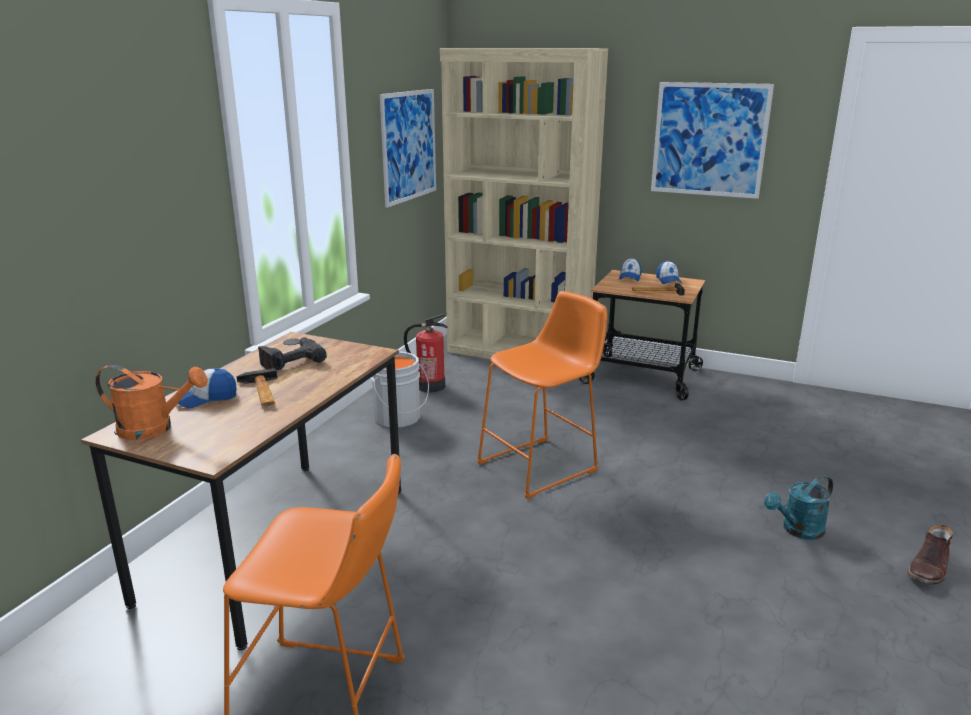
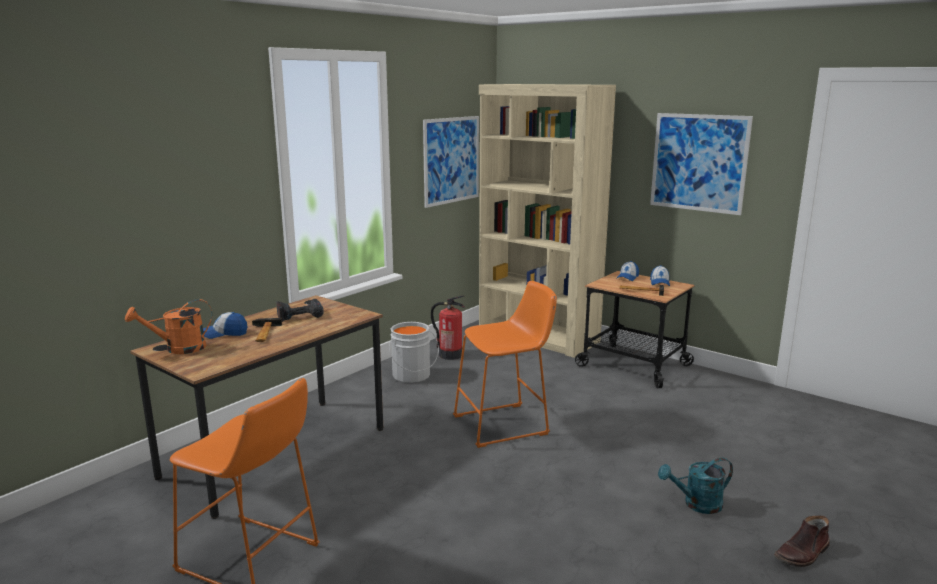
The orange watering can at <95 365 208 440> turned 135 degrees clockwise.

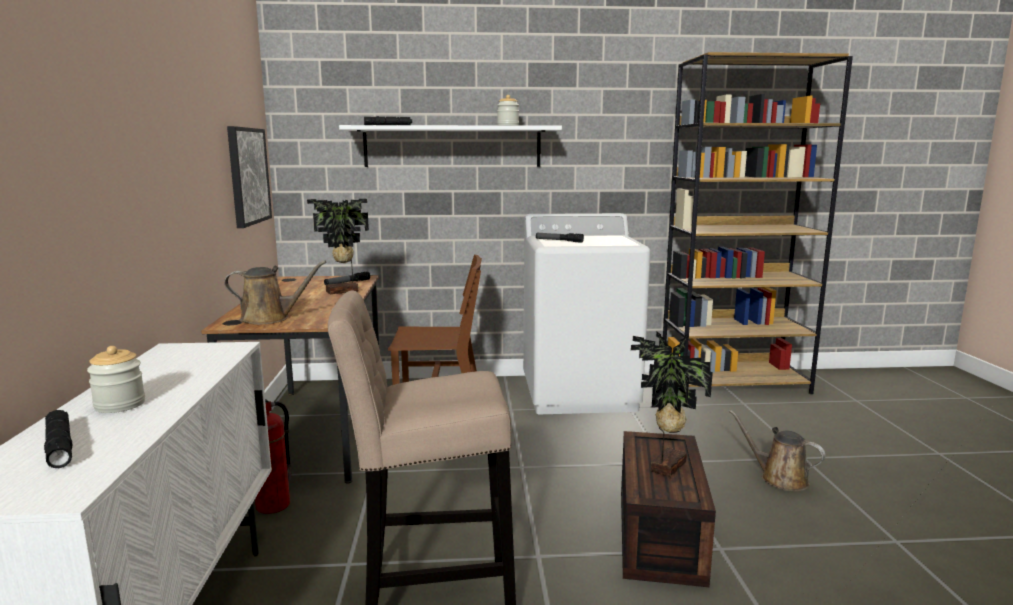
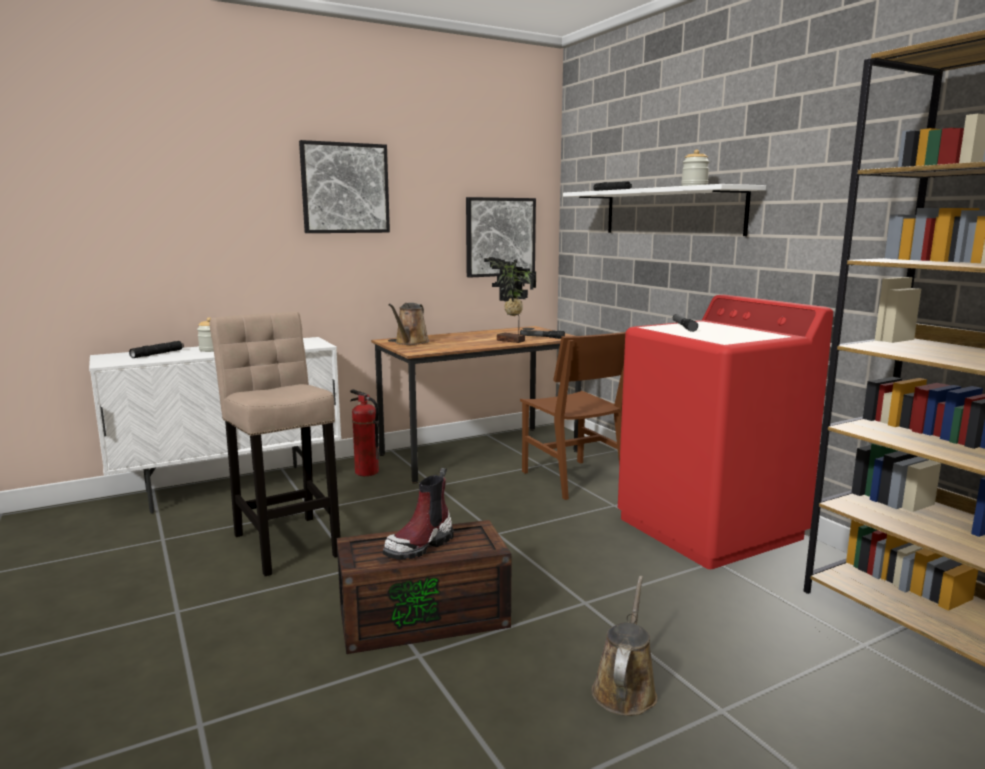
The picture at <299 140 390 233> appeared.
The potted plant at <631 332 713 477> was replaced by the boot at <383 468 453 560>.
The white washing machine at <523 213 651 414> became the red washing machine at <618 295 833 569>.
The brown watering can at <224 261 326 325> turned 45 degrees clockwise.

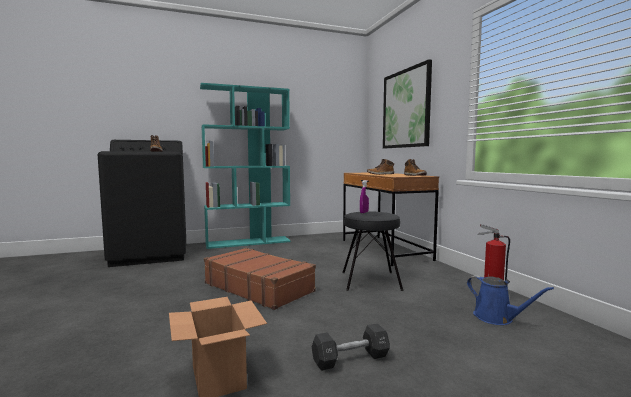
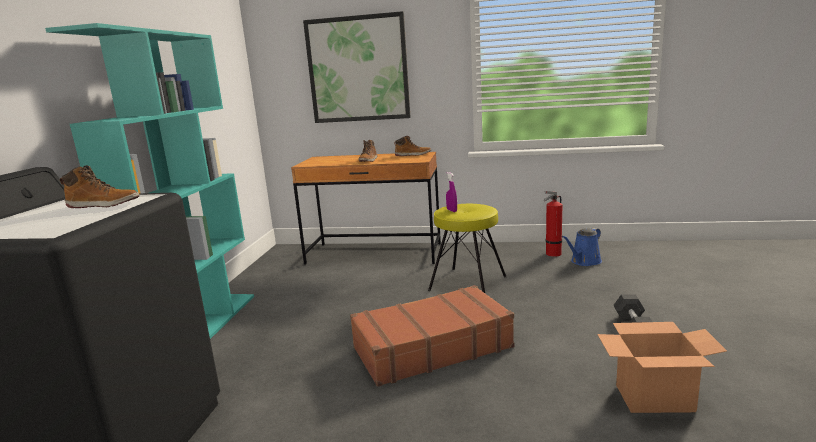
The black stool at <342 211 404 291> became the yellow stool at <428 204 506 293>.
The blue watering can at <467 275 554 325> turned 150 degrees clockwise.

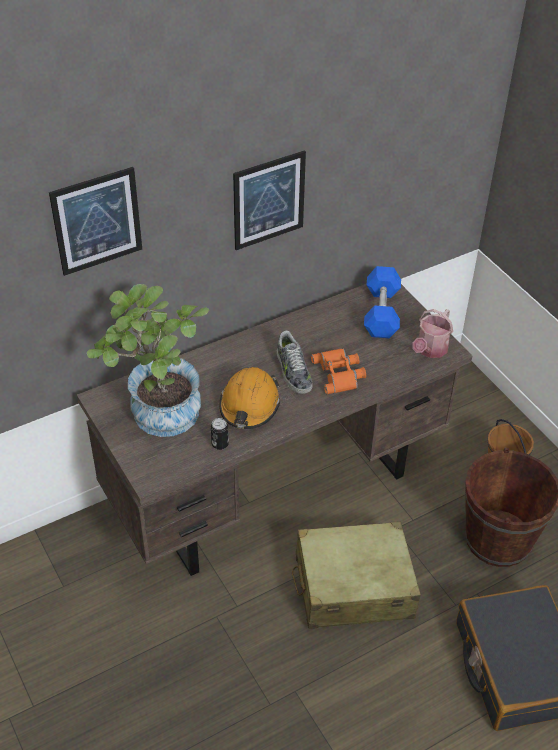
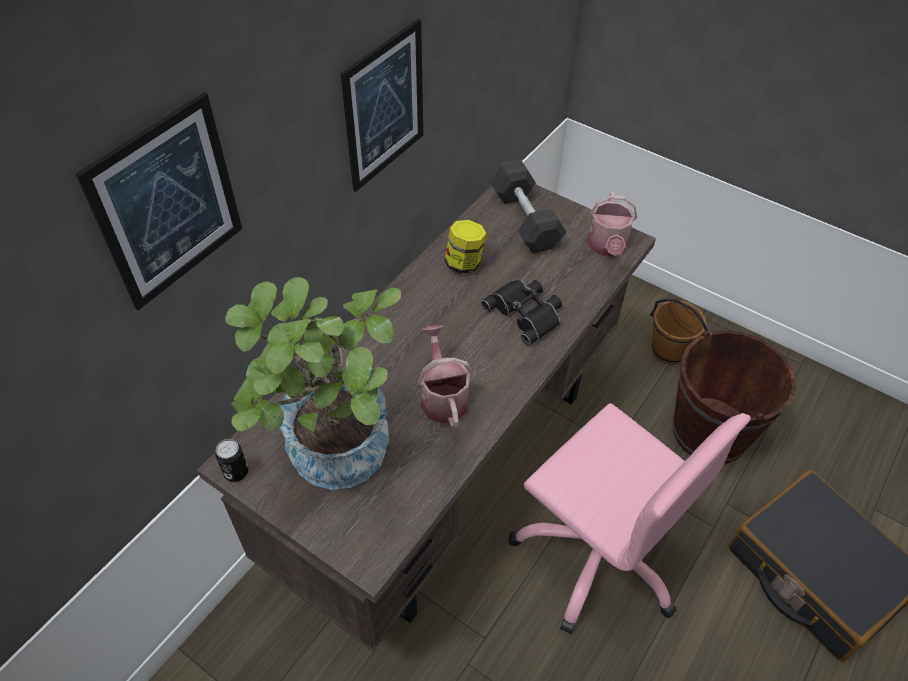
The shoe at <277 331 312 394> disappeared.
The jar at <445 220 486 274> appeared.
The can moved from <211 418 229 450> to <215 439 248 482>.
The orange hard hat at <219 367 280 429> was replaced by the watering can at <418 325 473 428>.
The beige suitcase at <292 521 421 629> was replaced by the pink office chair at <508 403 751 634>.
The orange binoculars at <311 348 366 394> became the black binoculars at <481 279 562 345>.
The blue dumbbell at <364 266 401 338> became the grey dumbbell at <490 160 566 254>.

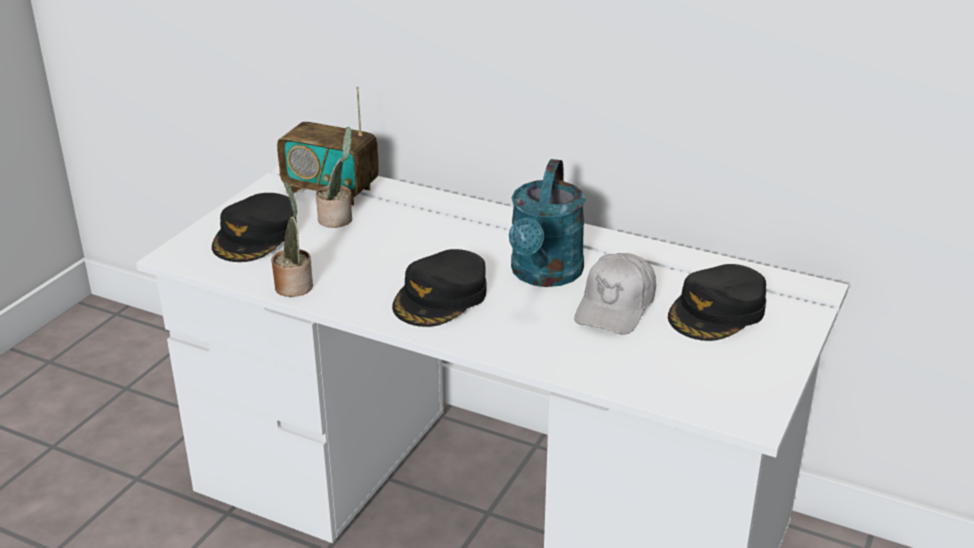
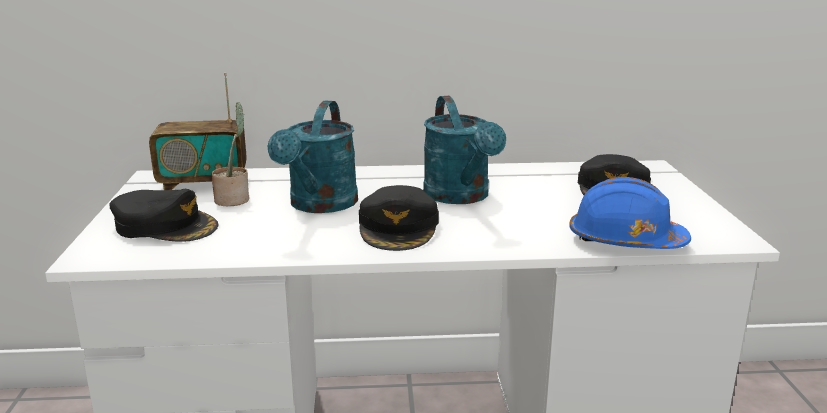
The potted plant at <271 182 313 297> disappeared.
The white cap at <574 253 656 335> disappeared.
The turquoise watering can at <268 101 358 213> appeared.
The blue hard hat at <569 177 691 249> appeared.
The black cap at <212 193 297 262> turned 60 degrees counterclockwise.

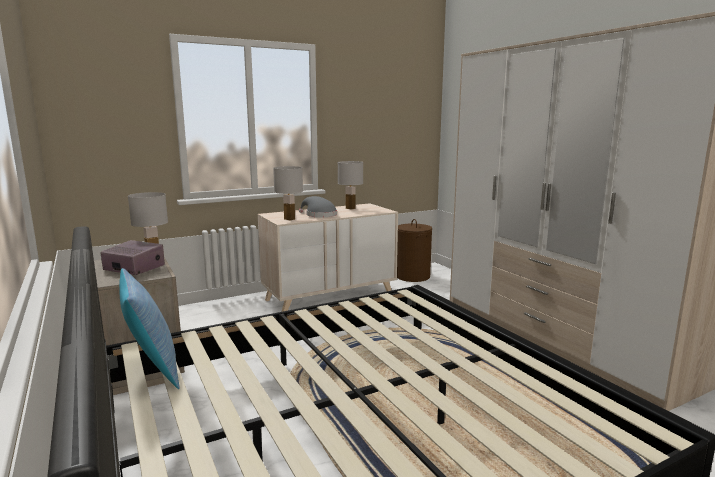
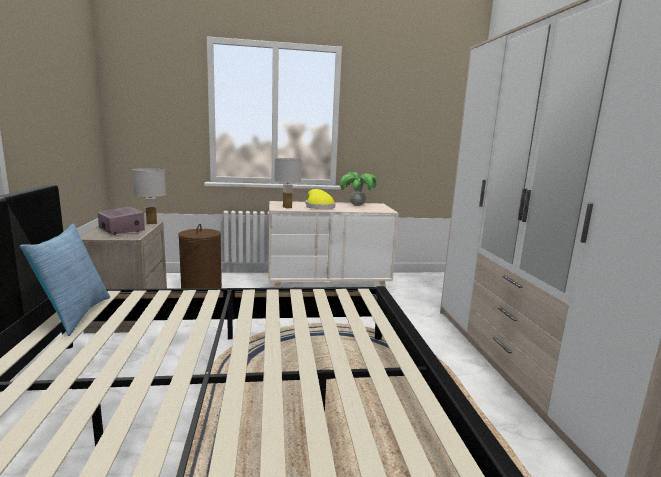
The brown laundry basket moved from <397 219 432 282> to <178 224 222 288>.
The white table lamp at <337 161 363 210> was replaced by the potted plant at <340 172 377 206>.
The grey hat at <299 196 337 217> became the yellow hat at <305 189 335 209>.

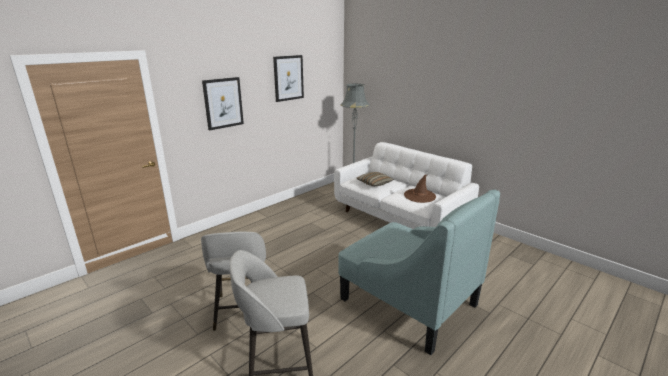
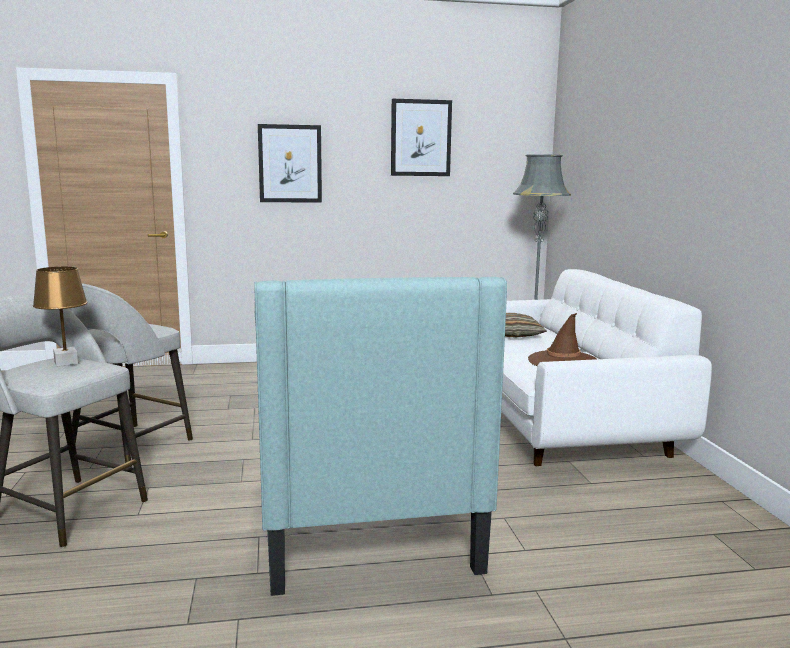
The brown table lamp at <33 266 88 366> appeared.

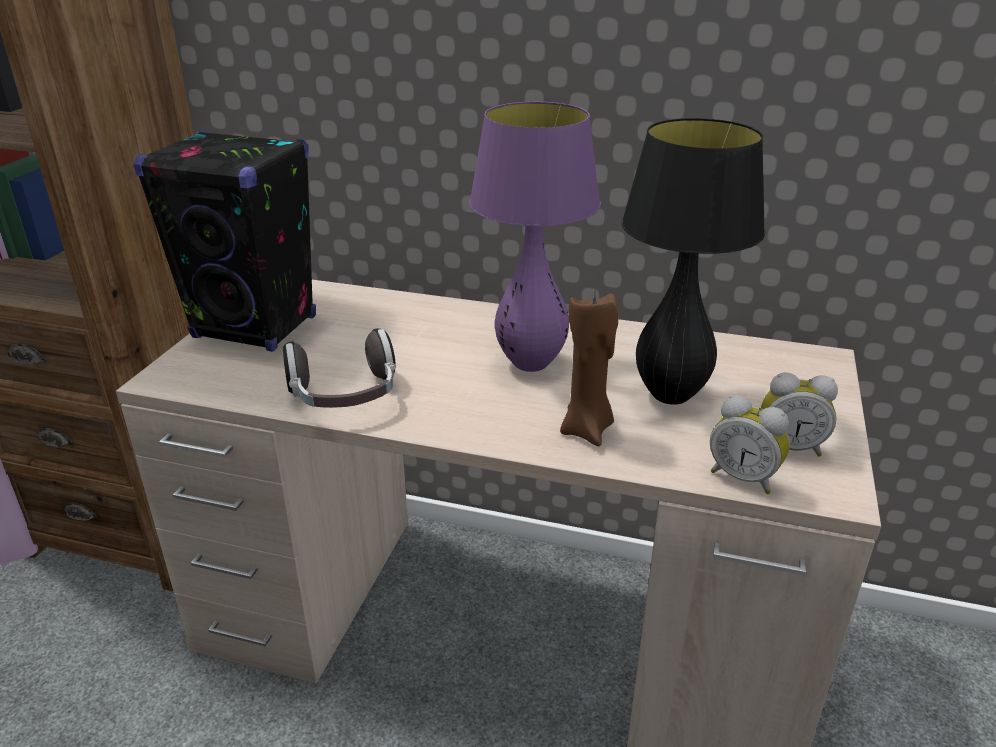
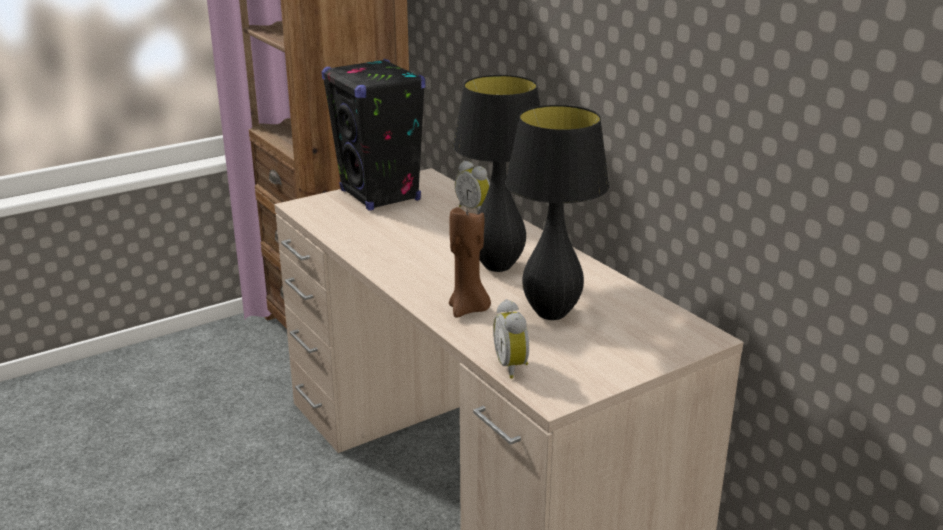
The headphones at <283 328 396 408> disappeared.
The alarm clock moved from <761 372 838 457> to <455 161 490 212>.
The purple table lamp at <469 102 601 372> became the black table lamp at <452 75 540 272>.

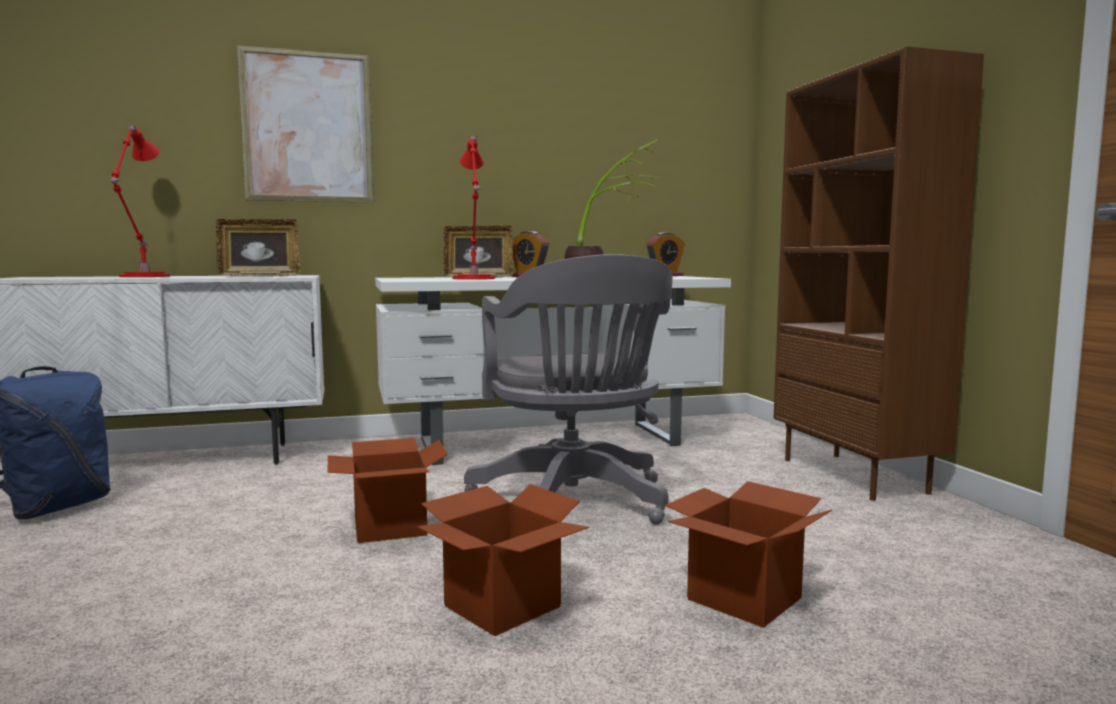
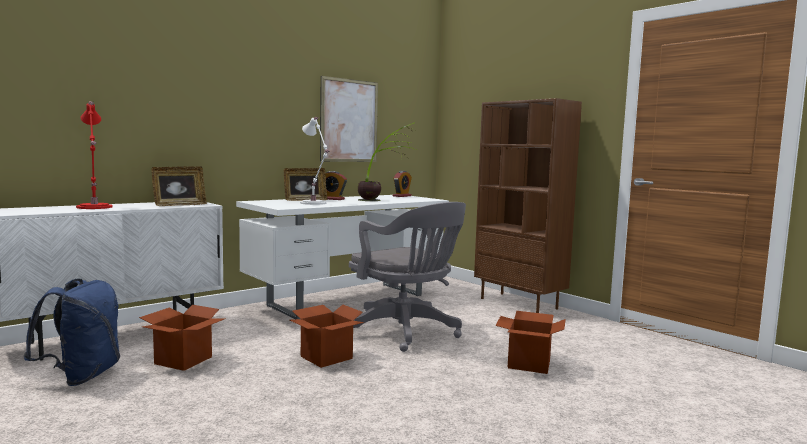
The picture moved from <237 45 374 203> to <320 76 378 162>.
The cardboard box moved from <416 484 589 636> to <139 305 226 371>.
The red table lamp at <453 136 495 280> became the white table lamp at <300 117 329 205>.

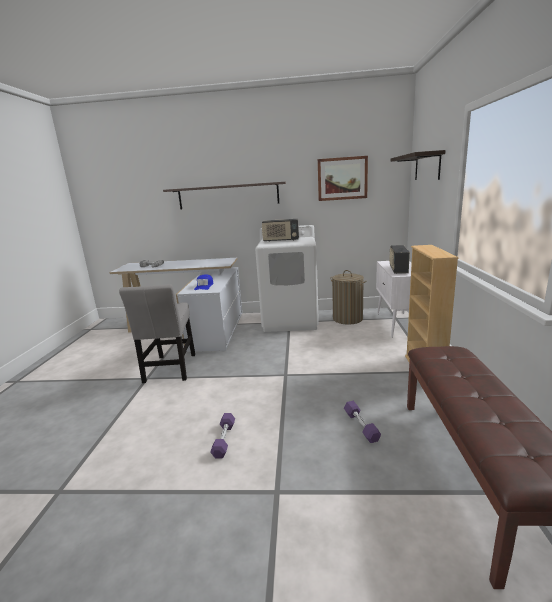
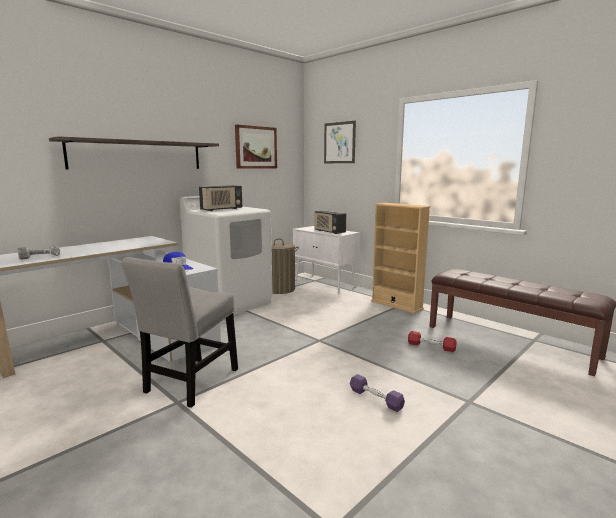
The shelf at <390 150 446 180> was replaced by the picture at <324 121 356 163>.
The purple dumbbell at <344 401 381 443> became the red dumbbell at <408 331 457 352>.
The grey chair at <119 284 195 383> turned 75 degrees clockwise.

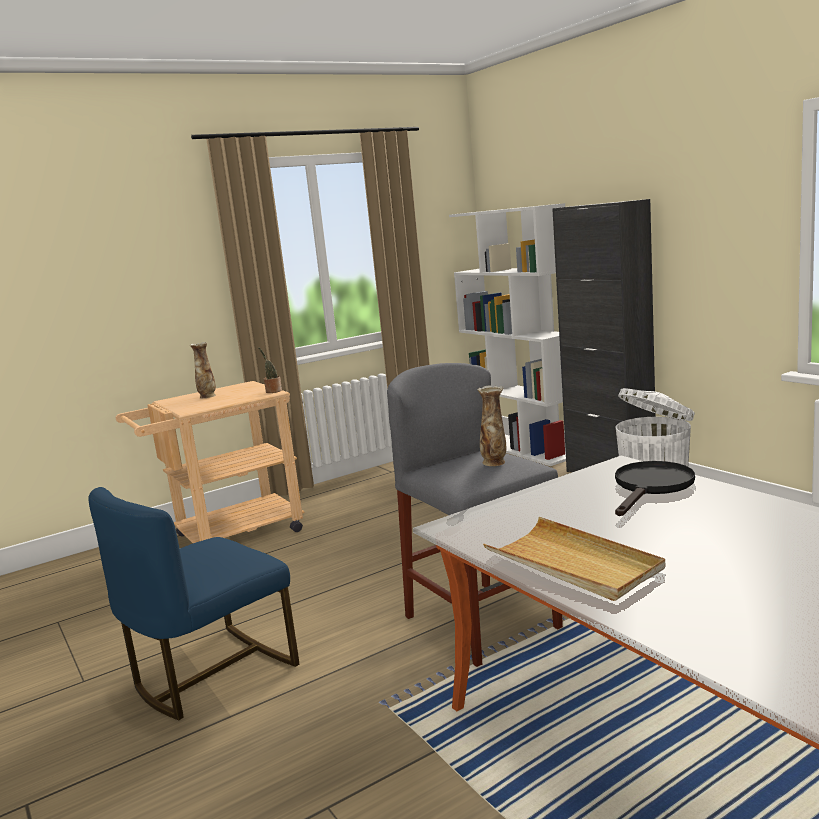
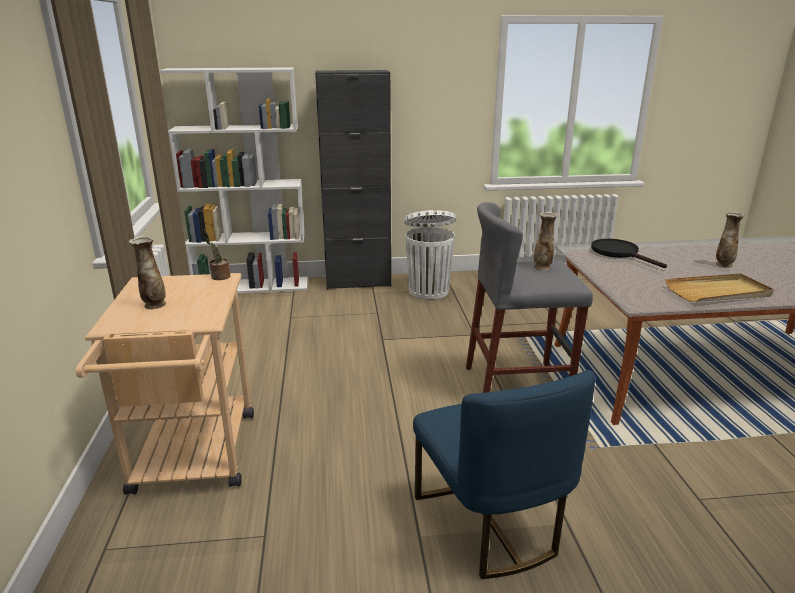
The vase at <716 211 745 268> appeared.

